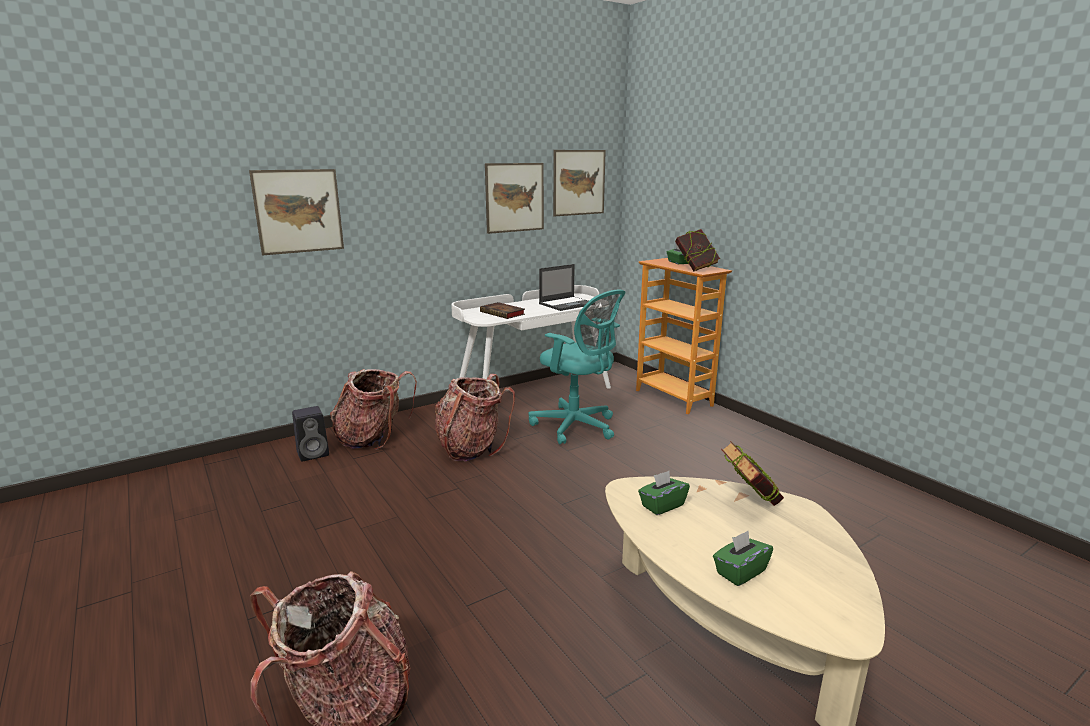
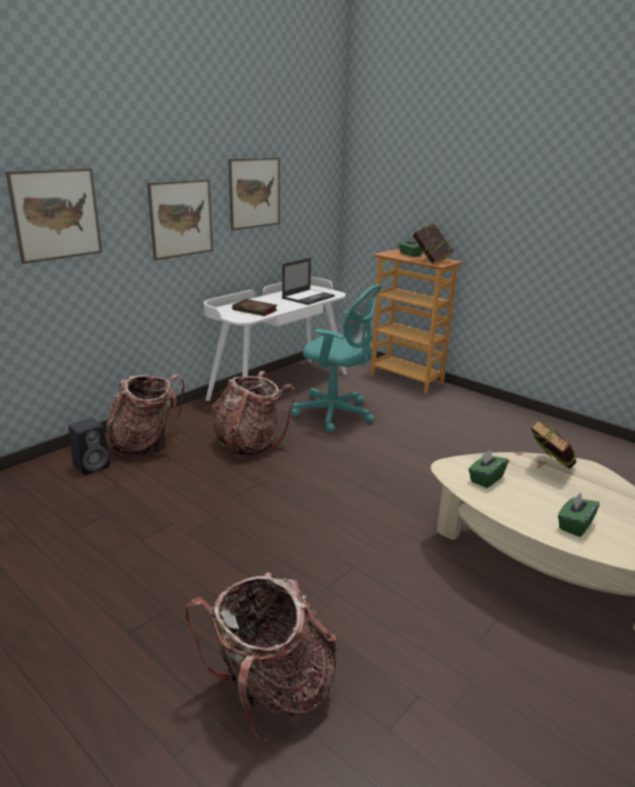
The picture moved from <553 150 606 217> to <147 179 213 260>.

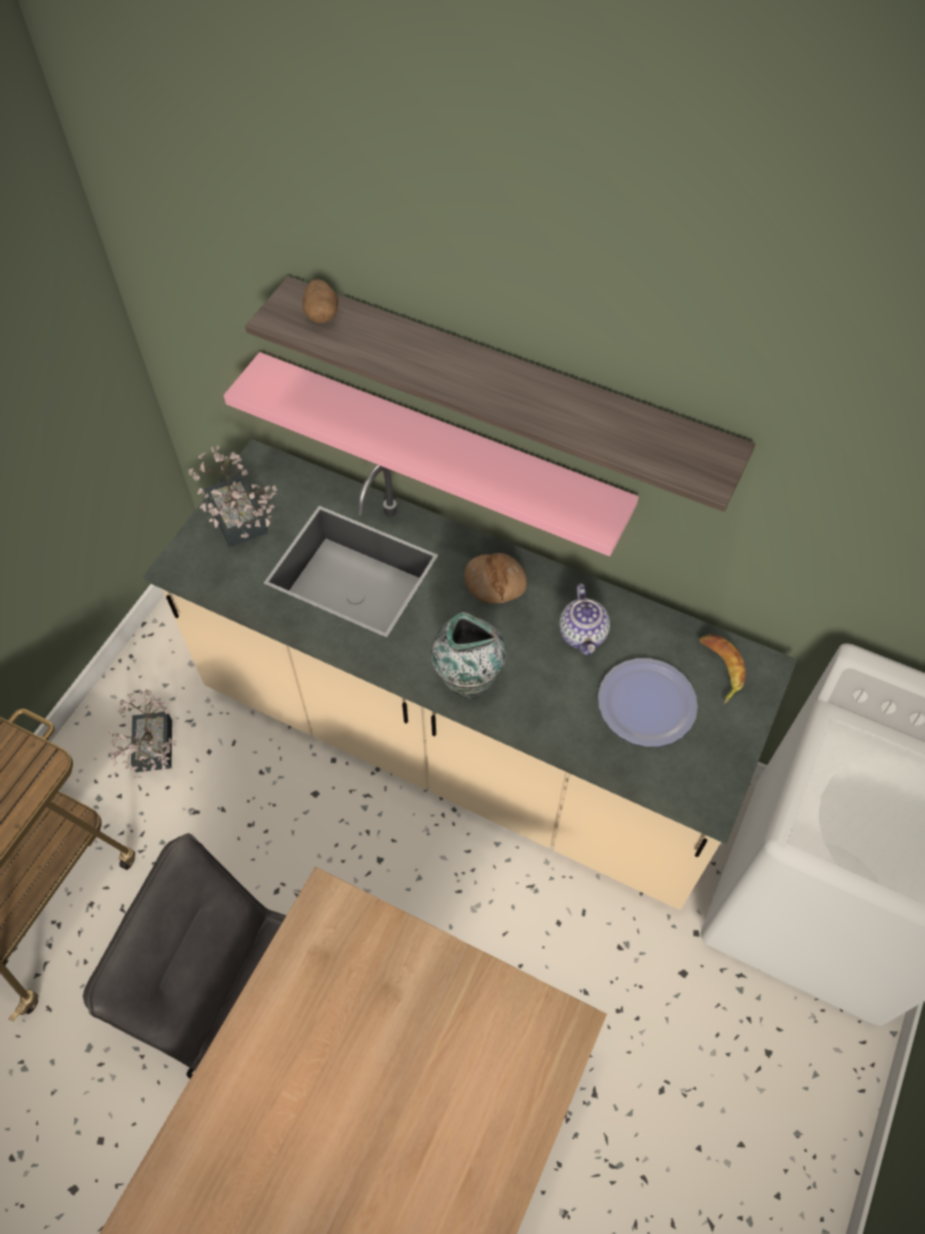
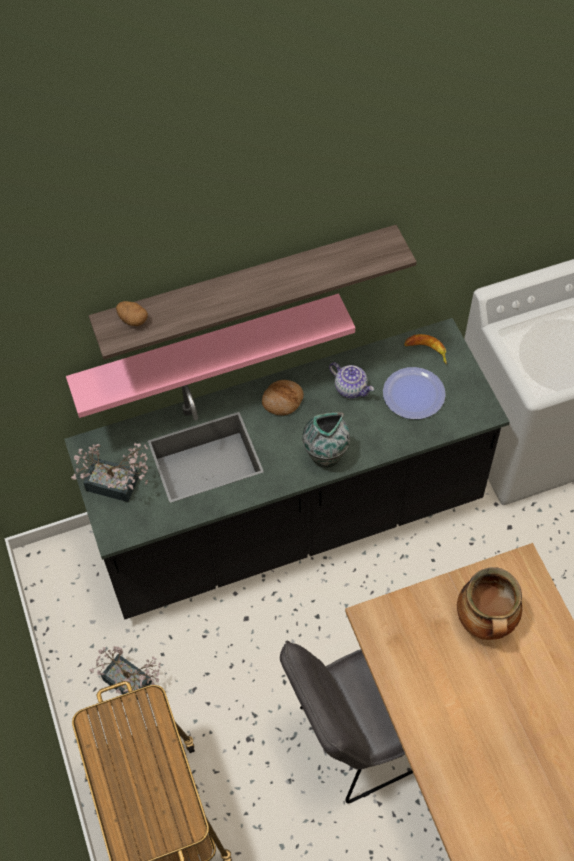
The cooking pot at <457 567 522 640> appeared.
The beige counter at <143 439 798 910> became the black counter at <64 318 510 619>.

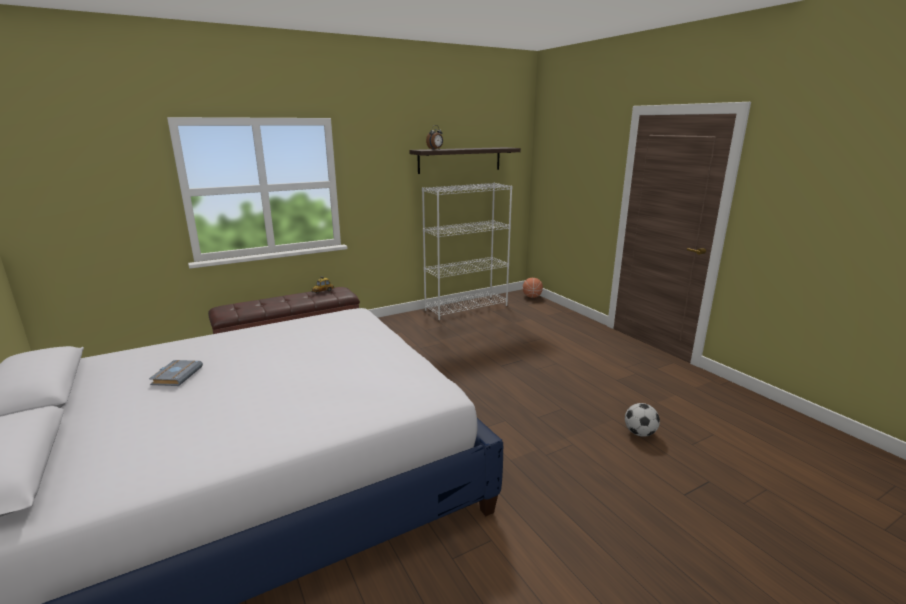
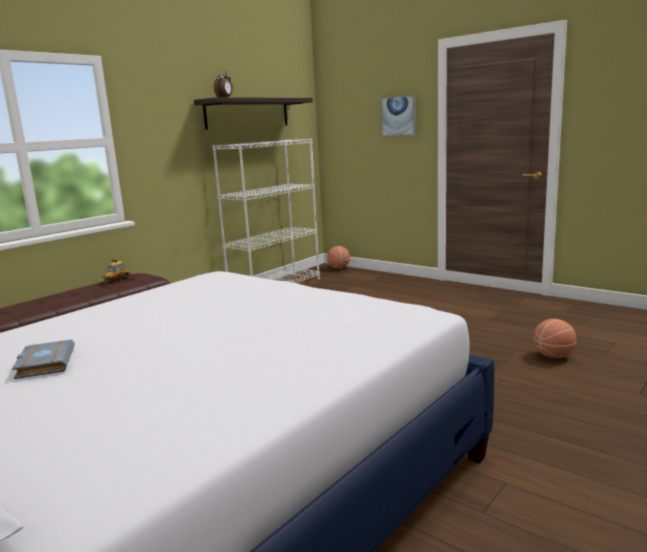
The picture at <381 95 416 137> appeared.
The football at <625 403 660 437> was replaced by the basketball at <533 319 576 358>.

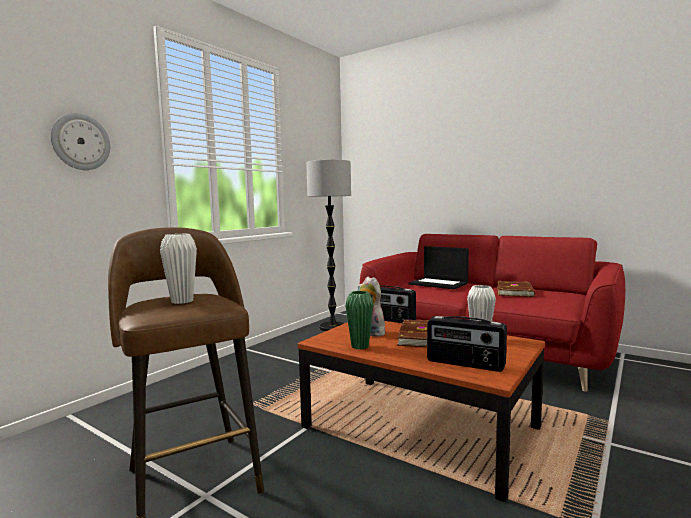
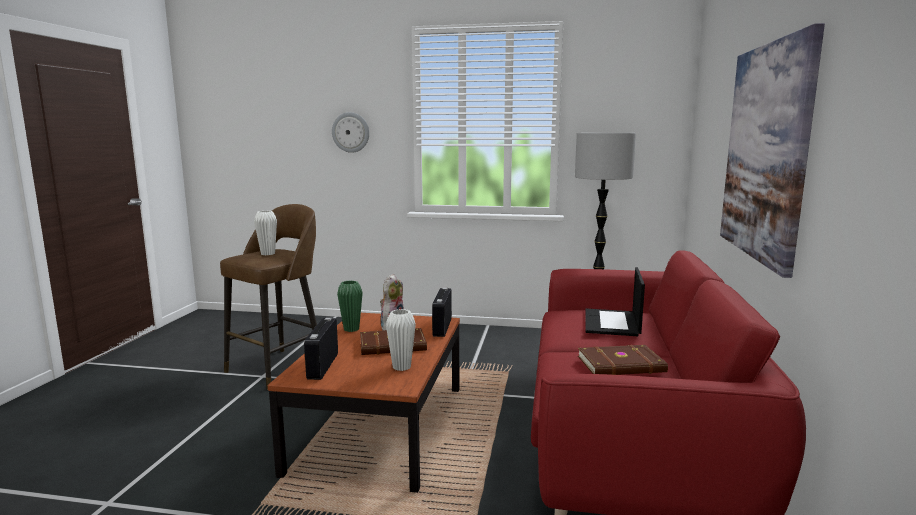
The picture at <720 23 825 278> appeared.

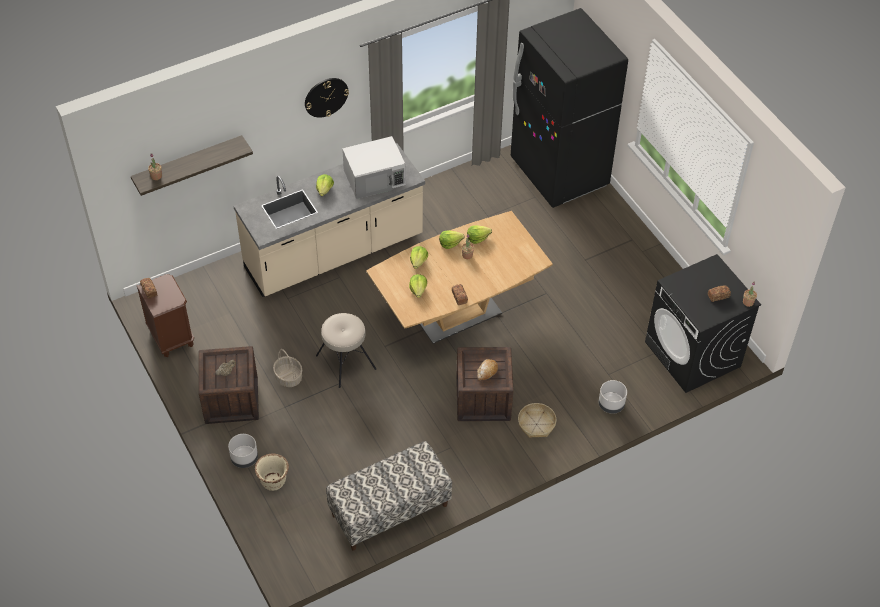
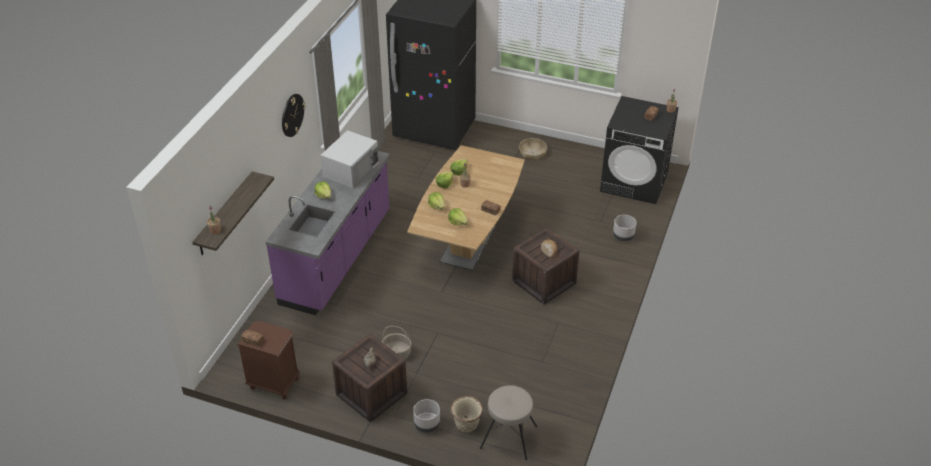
The bench at <326 441 452 551> disappeared.
The beige stool moved from <316 313 376 388> to <480 385 537 460>.
The basket moved from <518 403 556 438> to <519 138 547 161>.
The beige counter at <234 143 425 297> became the purple counter at <266 151 390 315>.

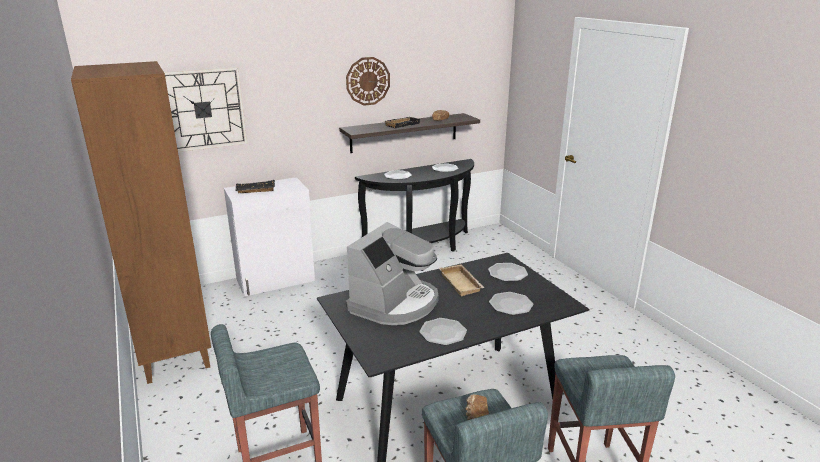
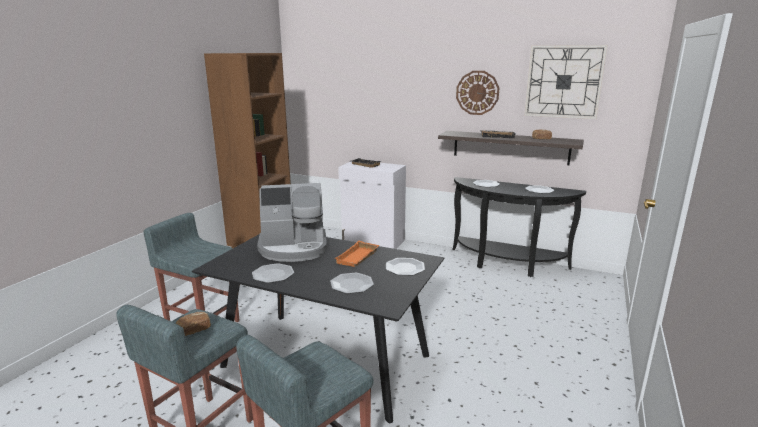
The wall clock moved from <164 67 247 152> to <524 45 608 119>.
The beige tray at <439 264 484 296> became the orange tray at <334 241 379 267>.

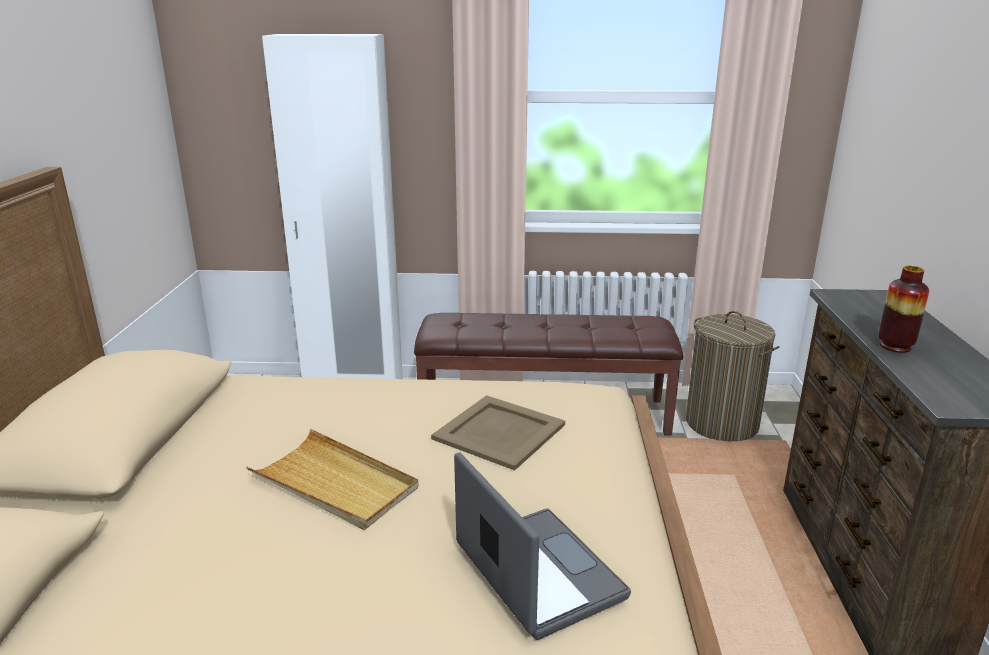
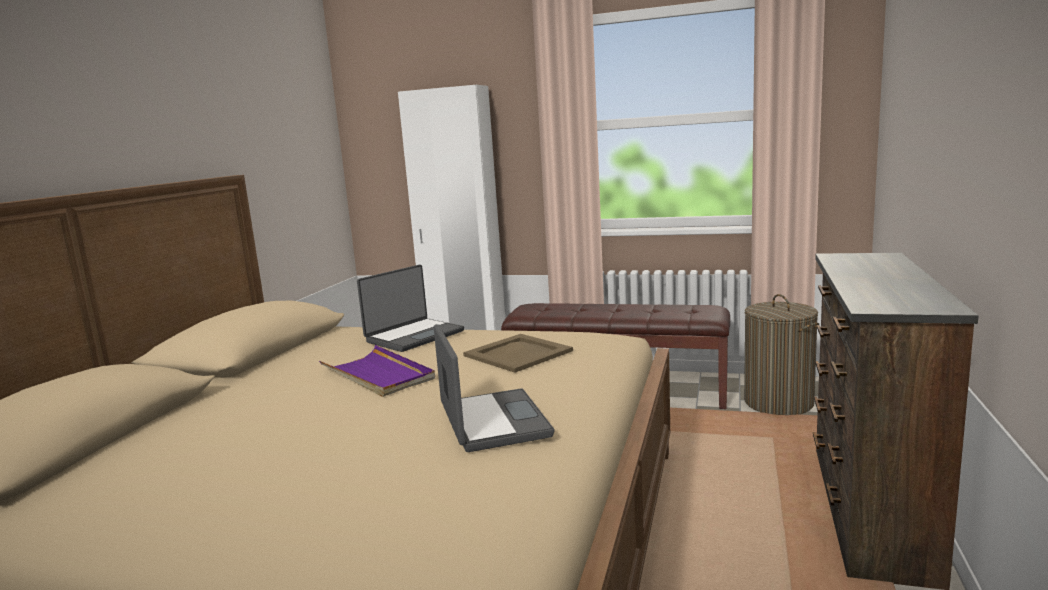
The vase at <878 266 929 353> disappeared.
The laptop at <357 265 464 352> appeared.
The beige tray at <246 429 419 530> became the purple tray at <319 345 435 397>.

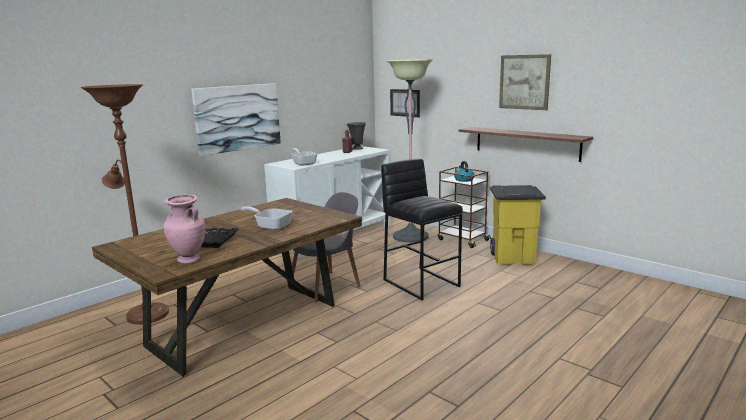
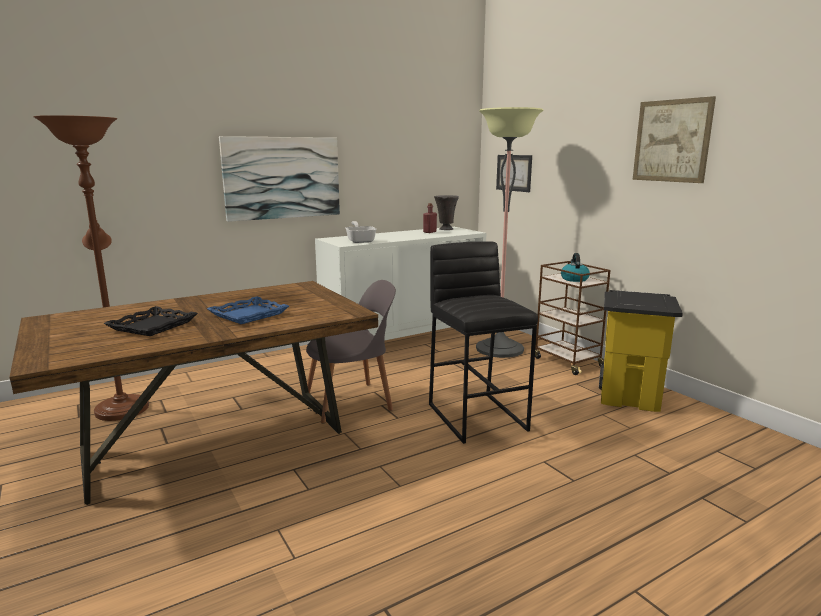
The pink vase at <163 194 205 264> disappeared.
The shelf at <459 127 593 162> disappeared.
The frying pan at <241 206 292 230> was replaced by the blue tray at <207 297 289 324>.

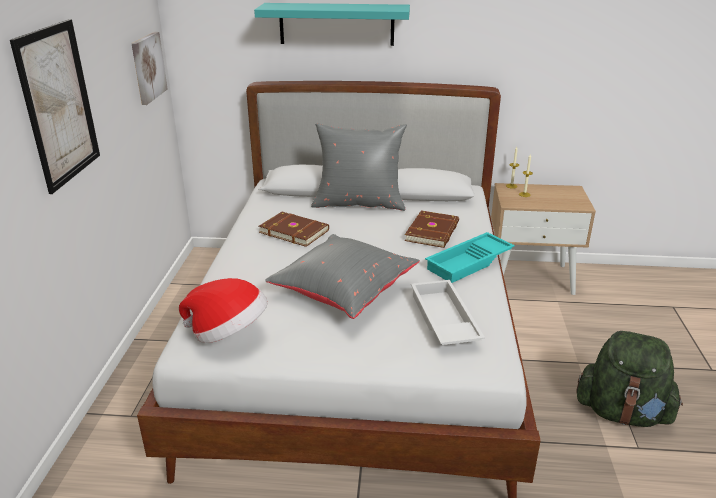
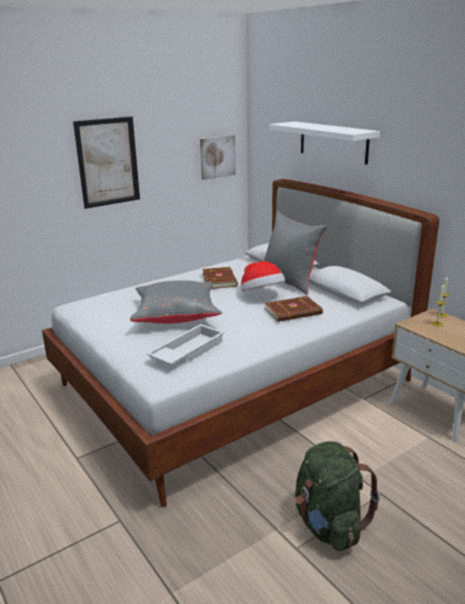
The turquoise tray at <425 232 515 283> disappeared.
The hat moved from <179 278 268 343> to <241 261 285 291>.
The turquoise shelf at <254 3 410 46> became the white shelf at <269 121 380 165>.

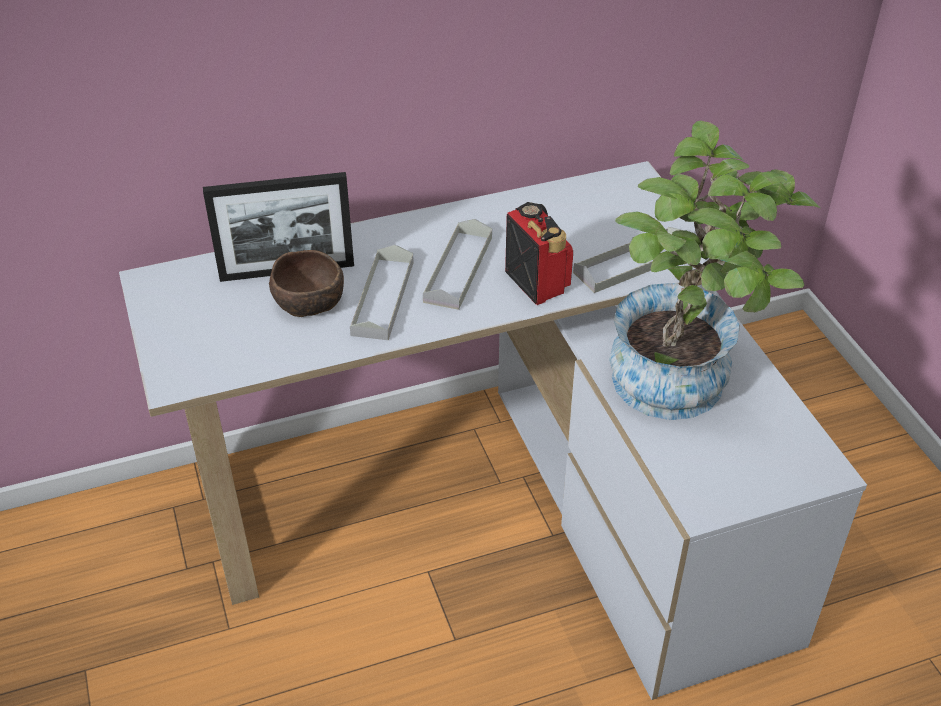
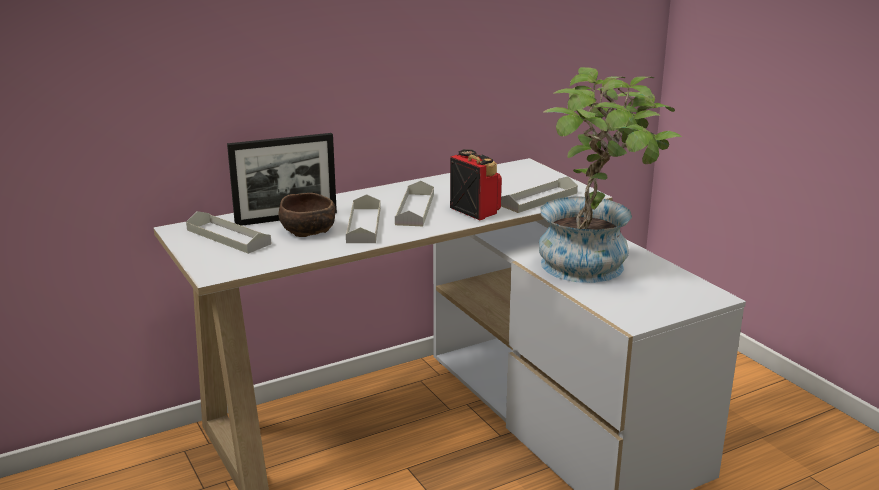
The grey tray at <186 211 271 254> appeared.

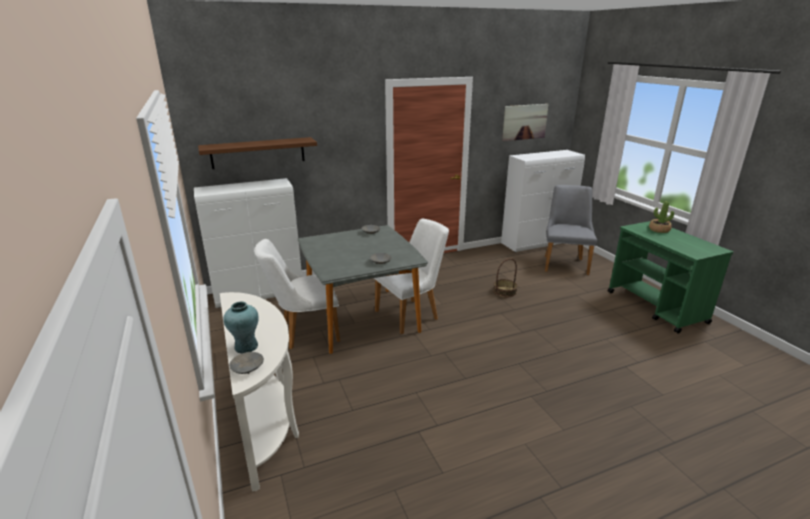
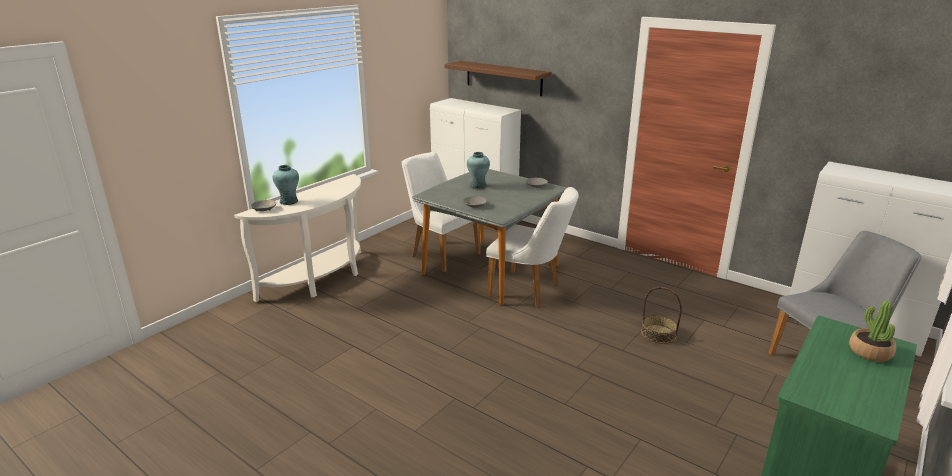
The picture at <502 104 548 141> disappeared.
The turquoise vase at <467 152 490 189> appeared.

